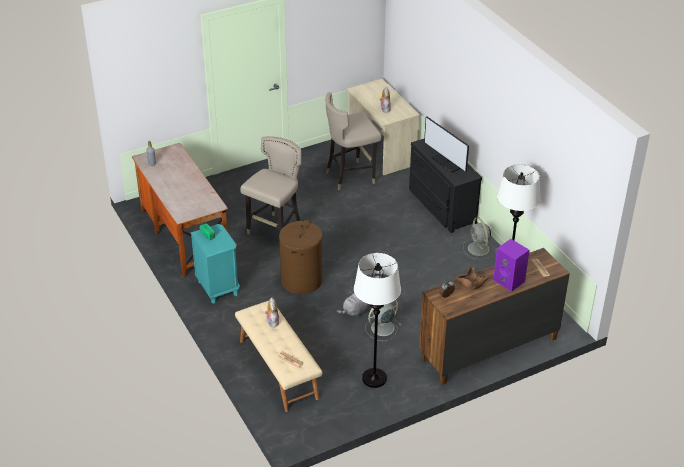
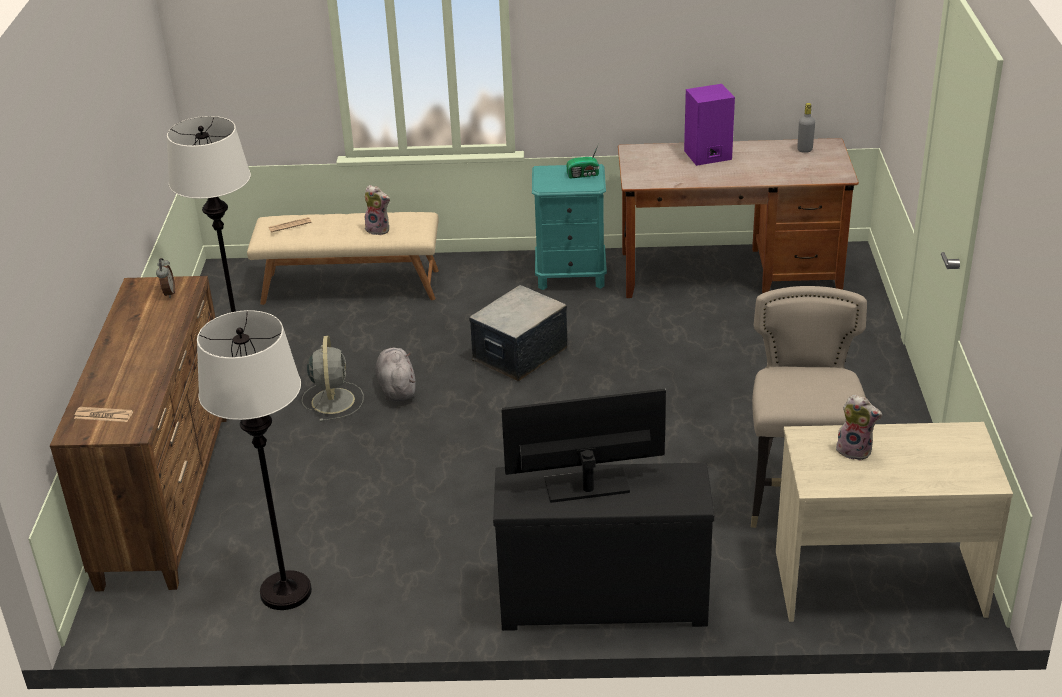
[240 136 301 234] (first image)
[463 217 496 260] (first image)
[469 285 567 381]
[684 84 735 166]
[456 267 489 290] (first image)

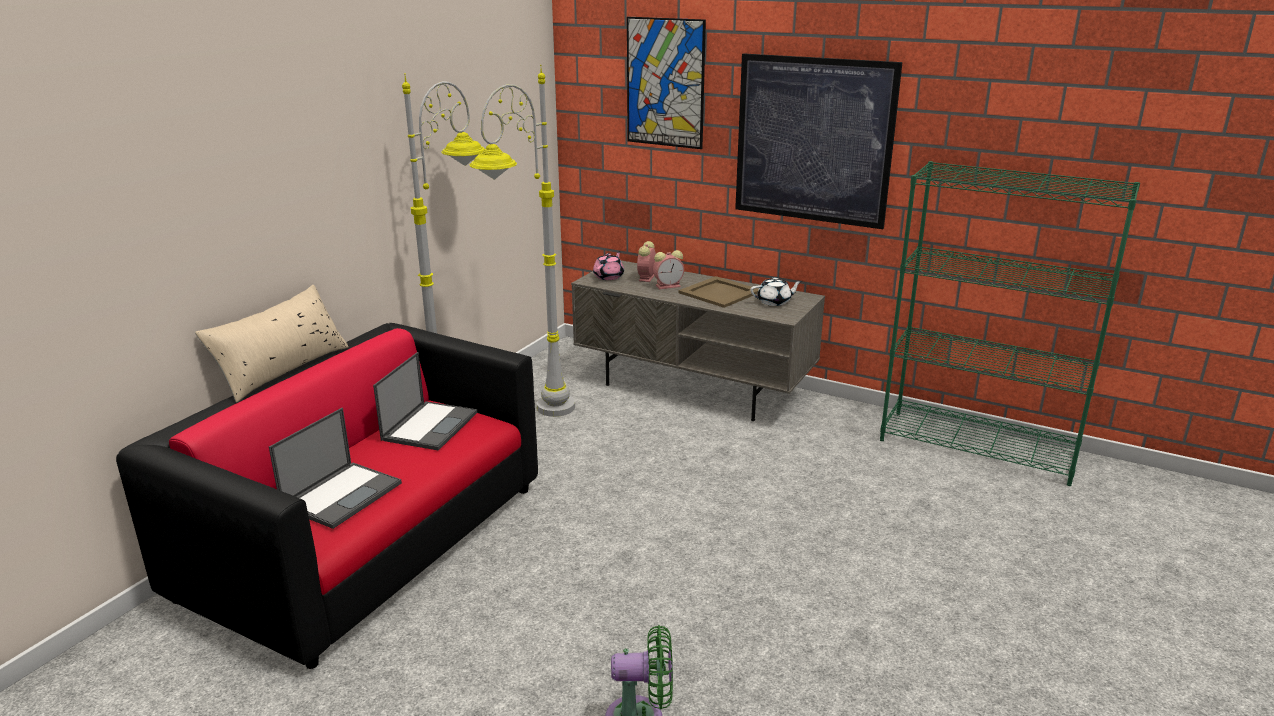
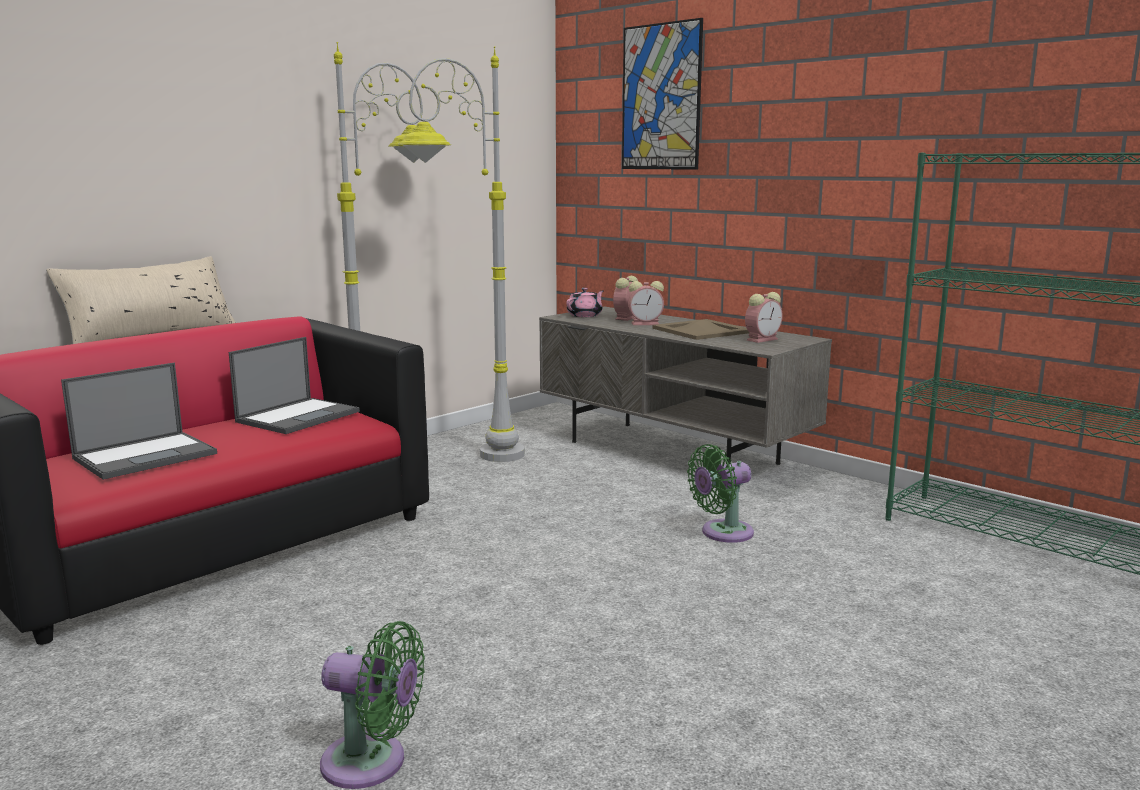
[735 53 902 229] (first image)
[745 292 783 343]
[687 444 754 543]

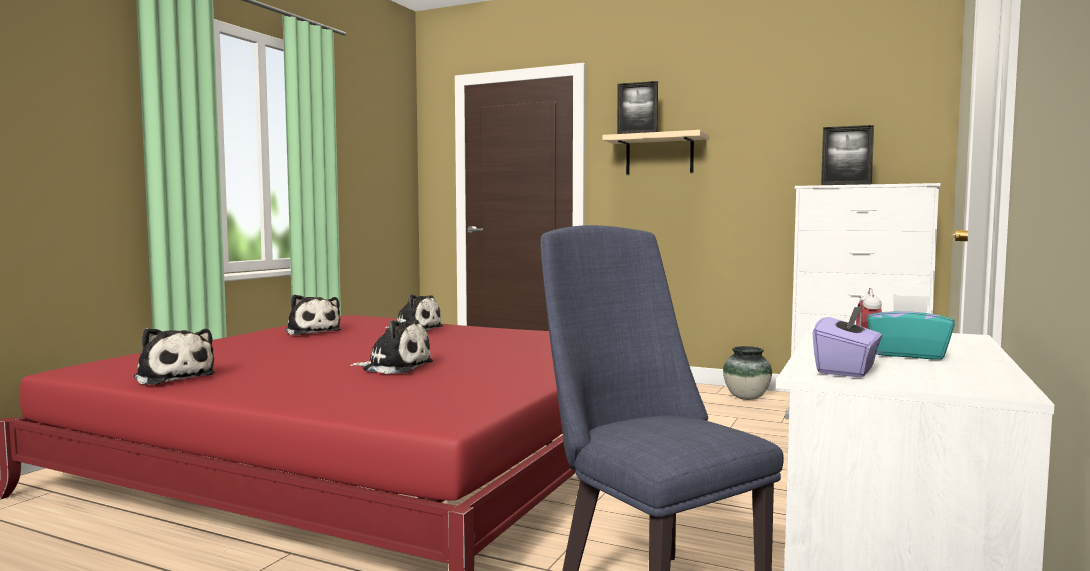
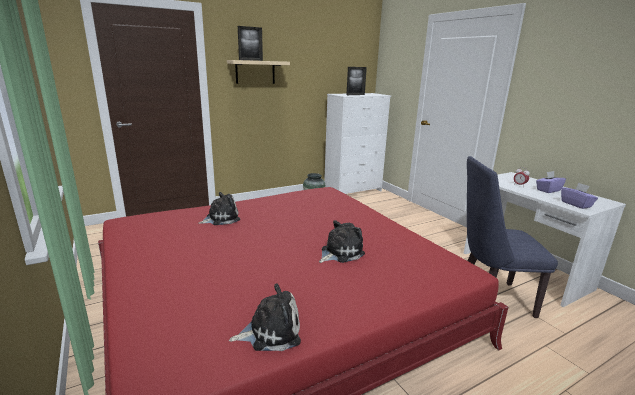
[286 295 341 335] (first image)
[536 171 566 193]

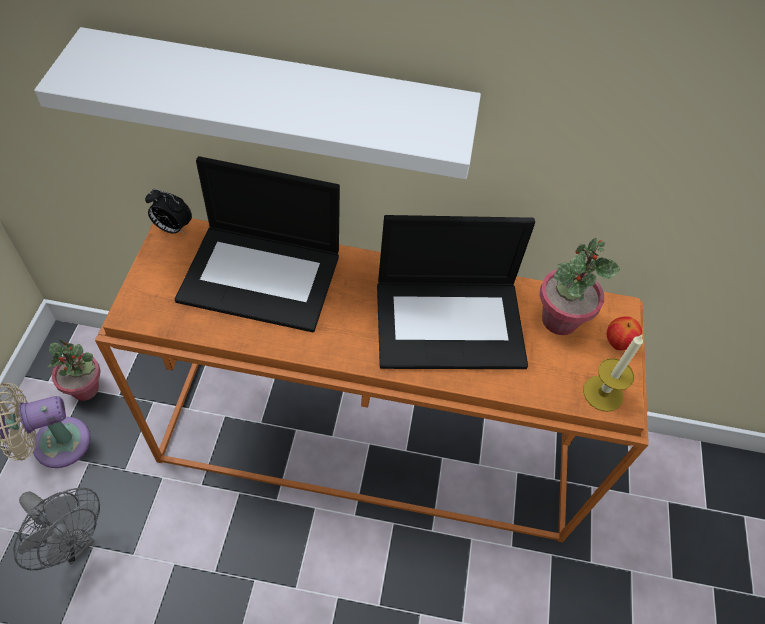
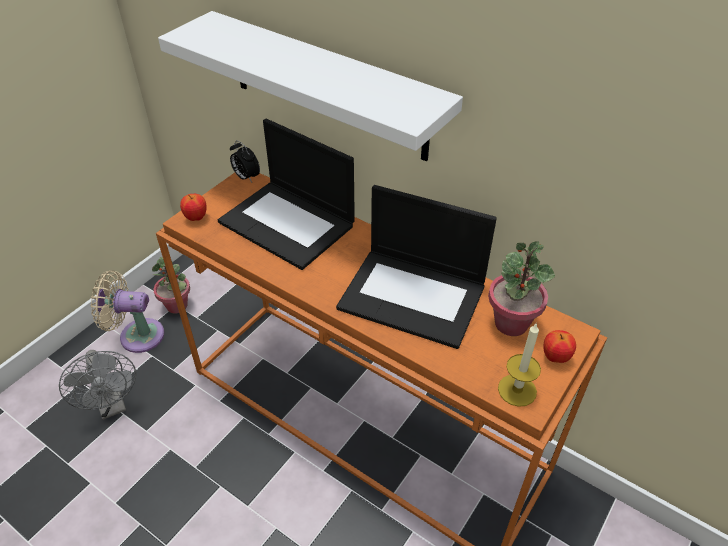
[180 194 207 221]

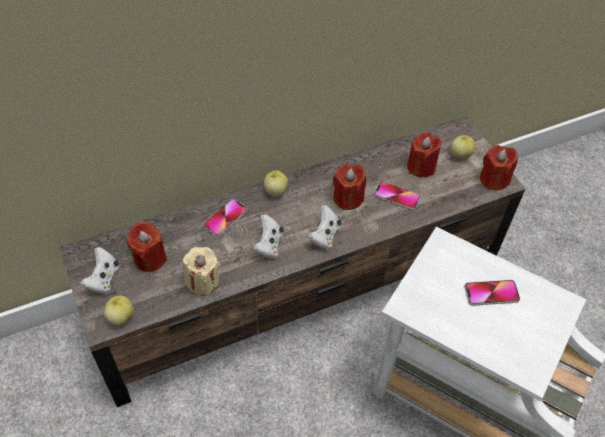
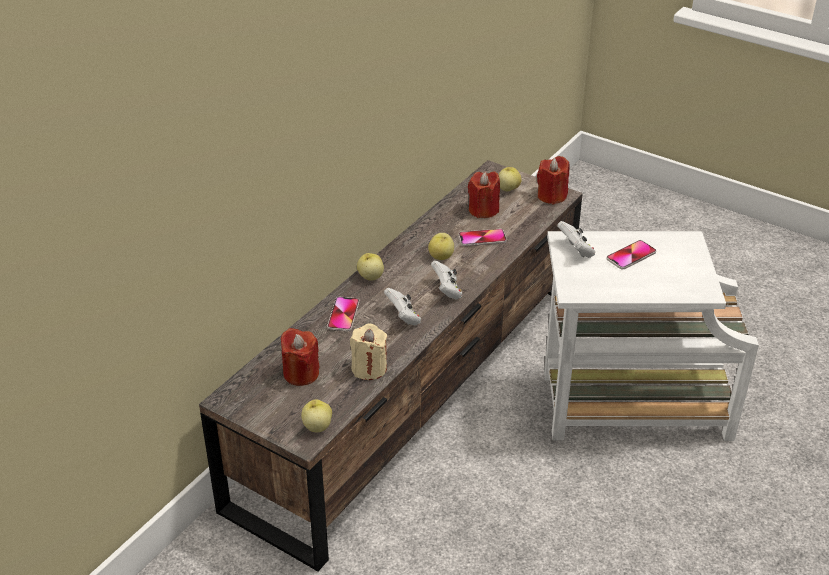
[428 233 454 260]
[557 221 595 258]

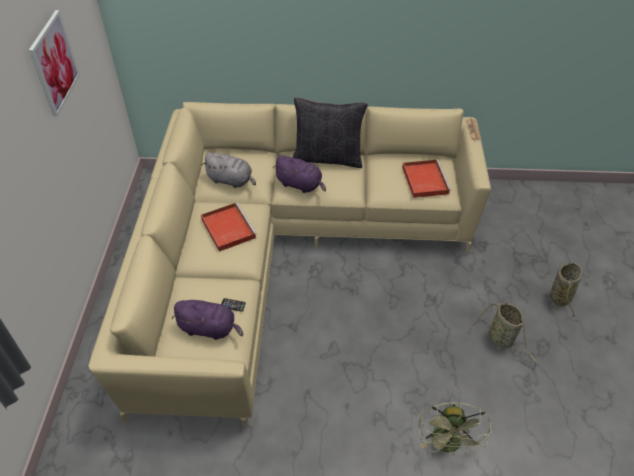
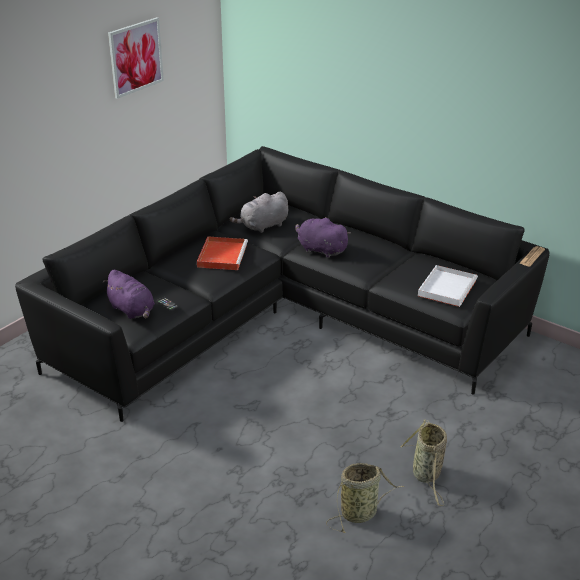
[293 98 368 168] (first image)
[15 146 549 422]
[229 192 288 233]
[295 217 351 258]
[418 265 478 307]
[326 463 405 533]
[419 403 492 457] (first image)

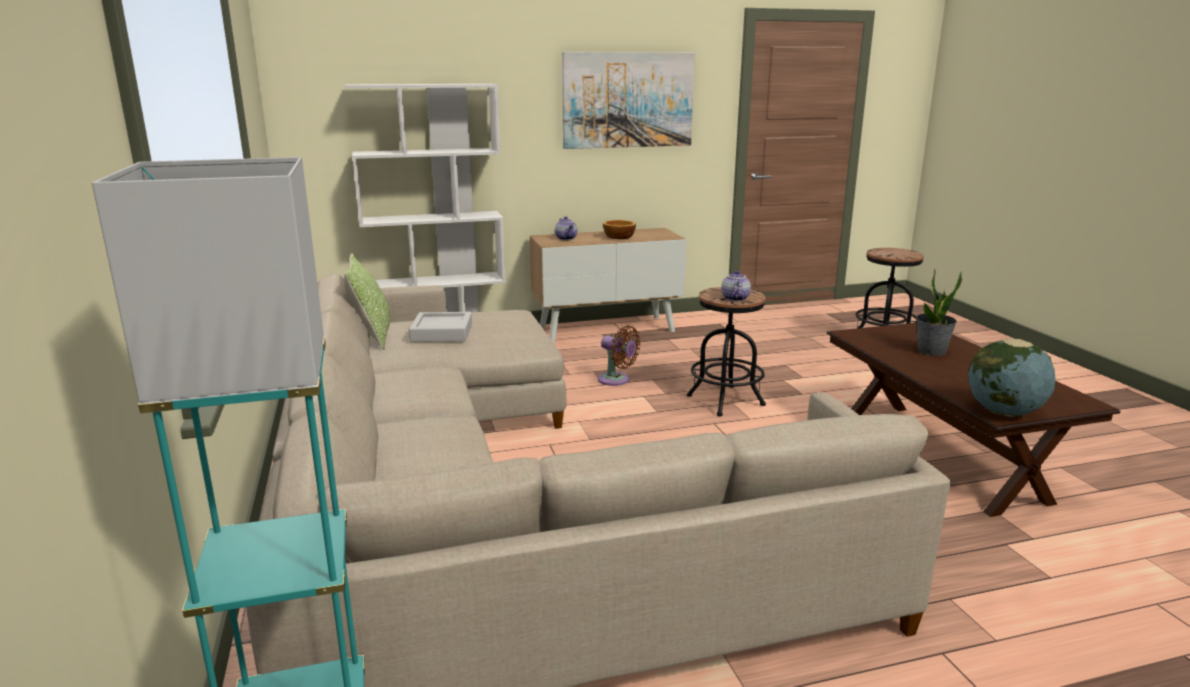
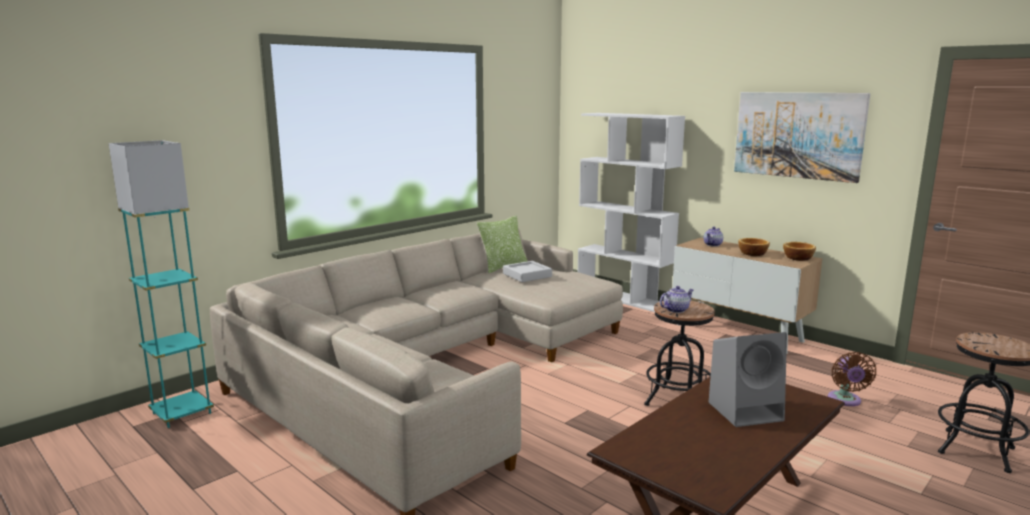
[709 332 787 427]
[828 352 876 406]
[968 338 1056 417] (first image)
[783 242 816 261]

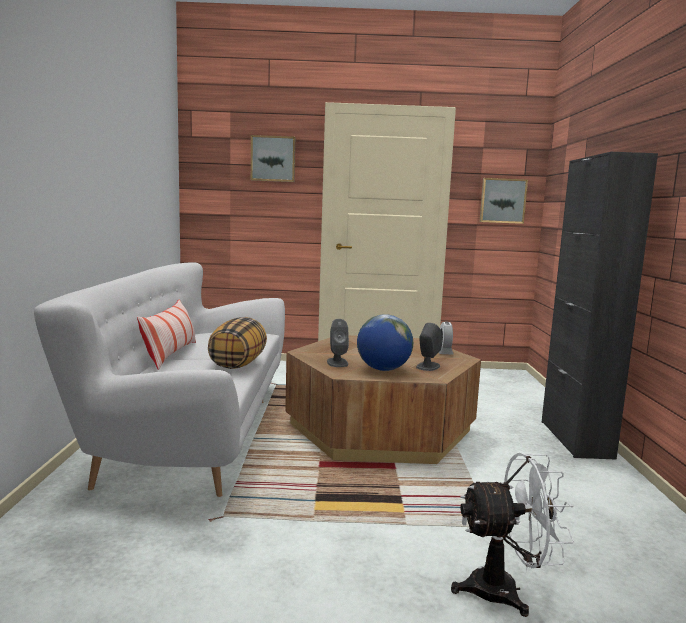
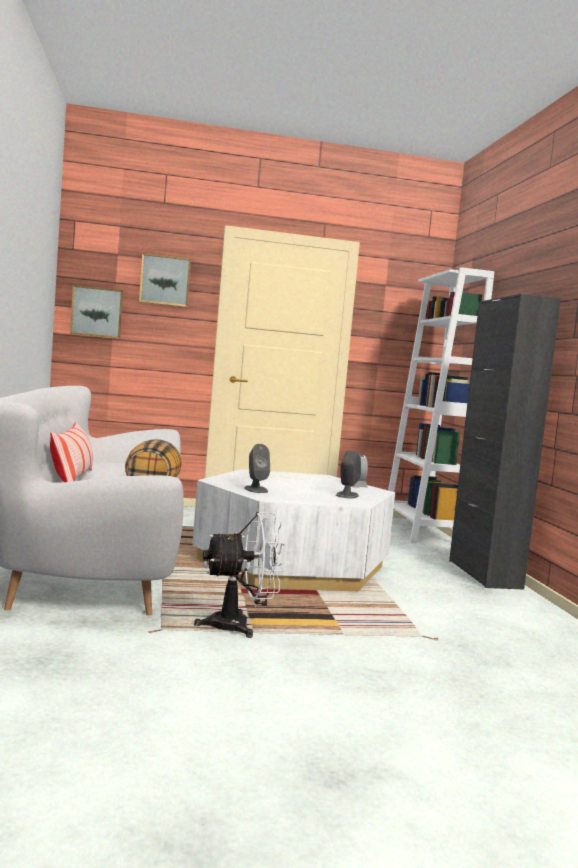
[70 285 123 339]
[357 314 413 371] (first image)
[192 469 395 591]
[194 512 285 638]
[388 267 495 544]

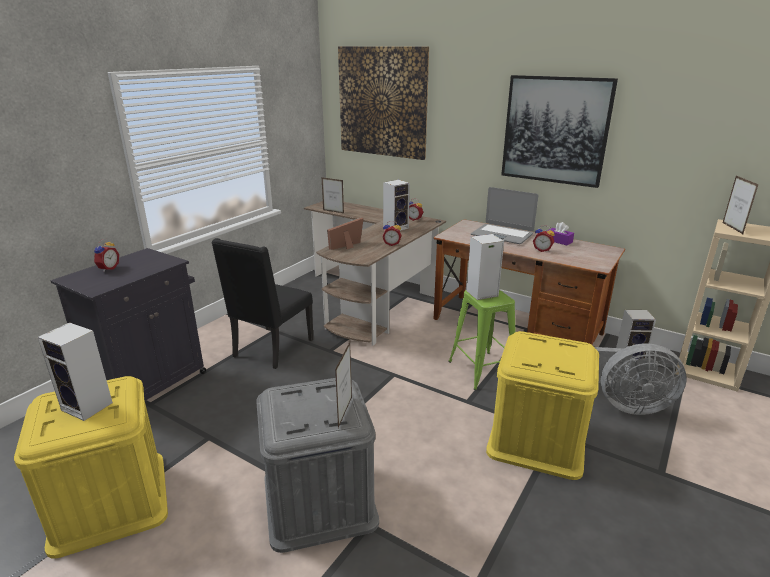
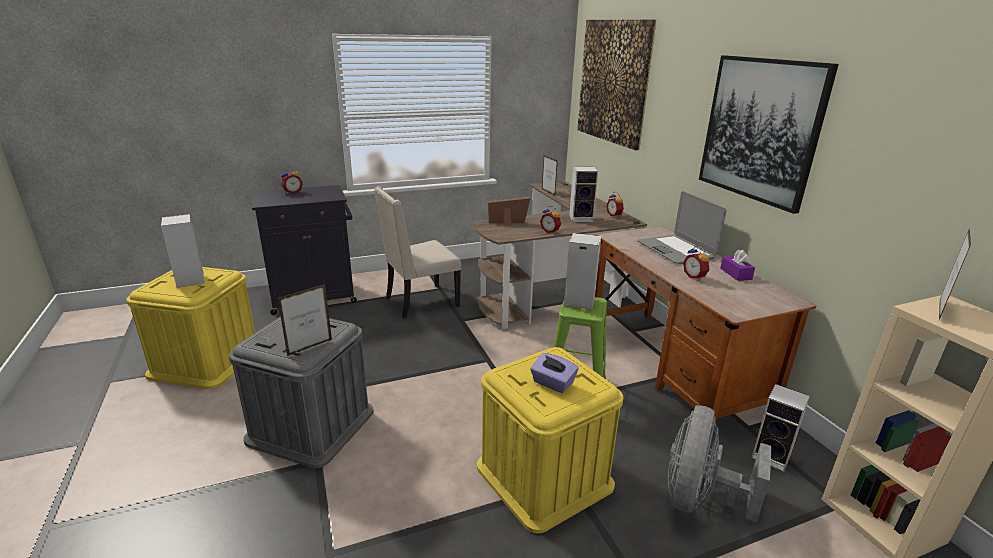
[374 186 461 318]
[668 405 772 522]
[530 353 579 393]

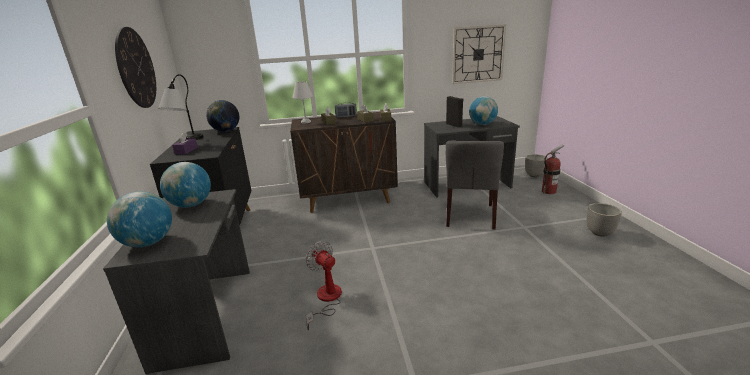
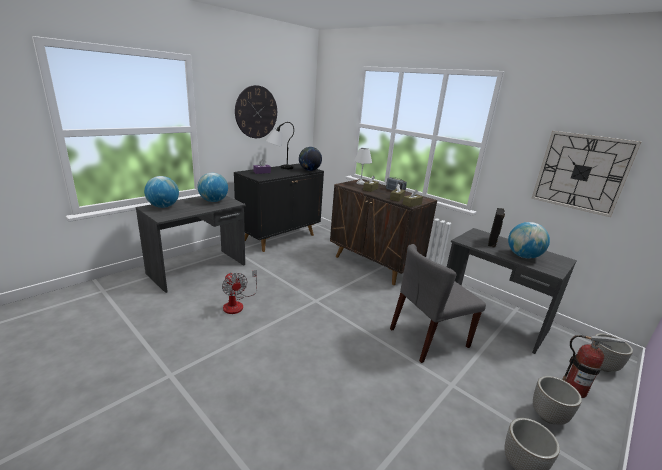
[222 270 257 314]
[533 376 582 425]

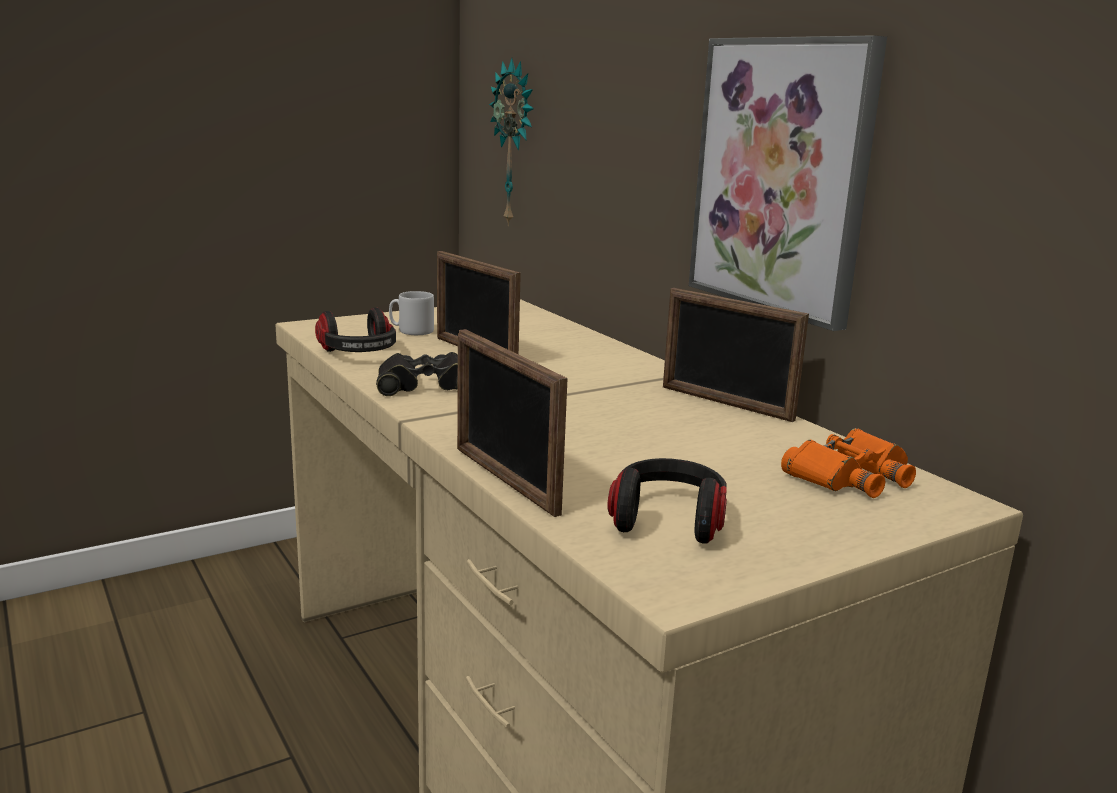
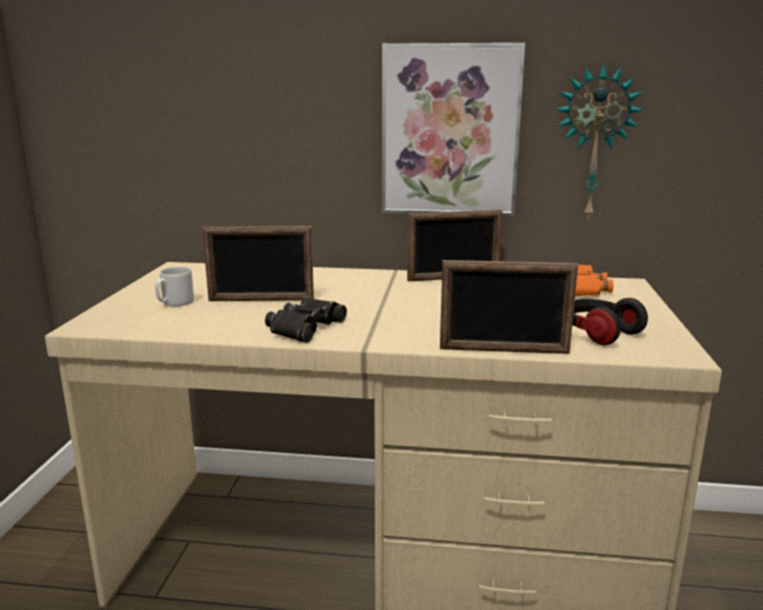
[555 63 644 221]
[315 307 396 352] (first image)

